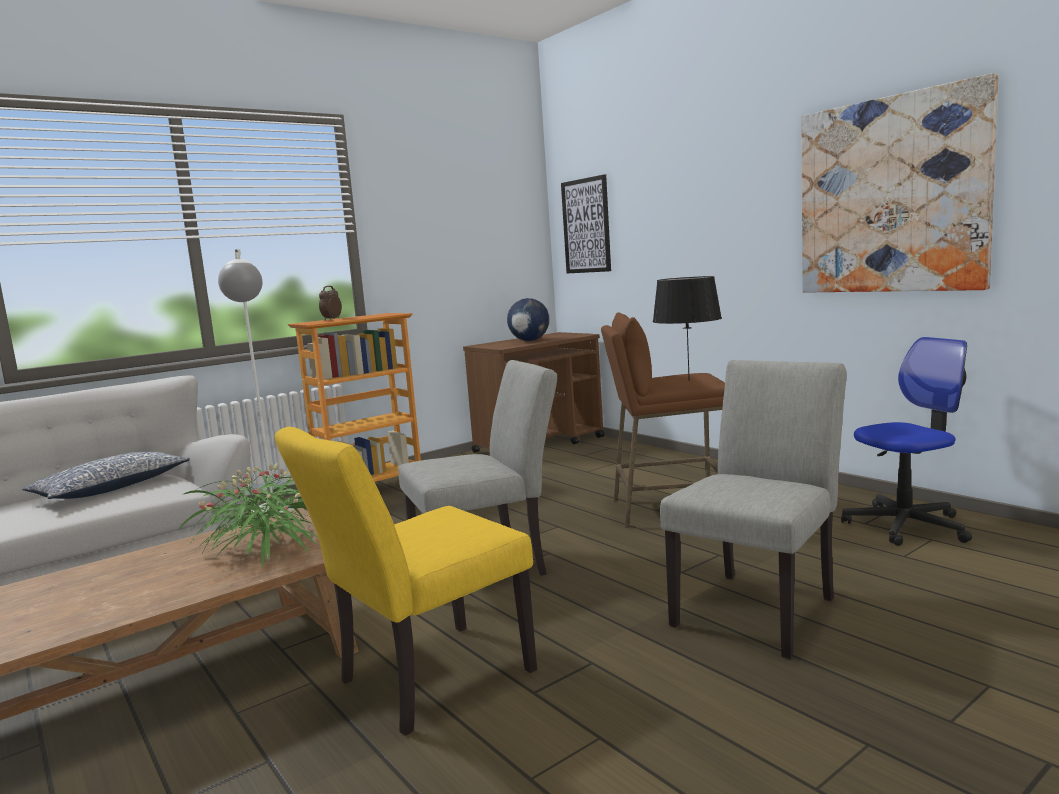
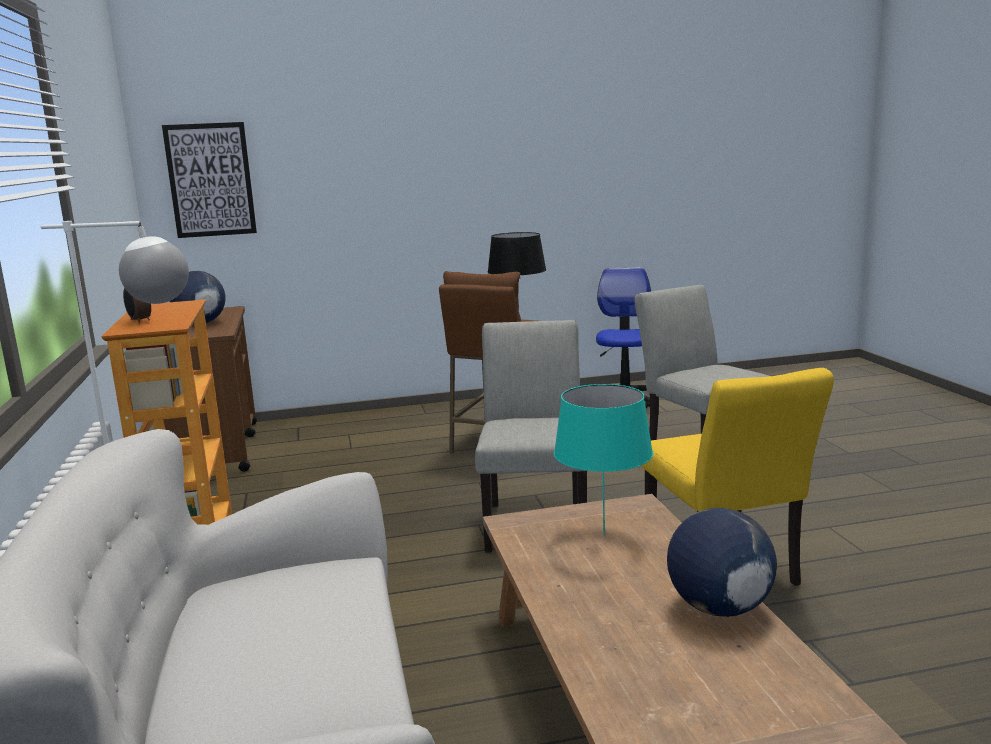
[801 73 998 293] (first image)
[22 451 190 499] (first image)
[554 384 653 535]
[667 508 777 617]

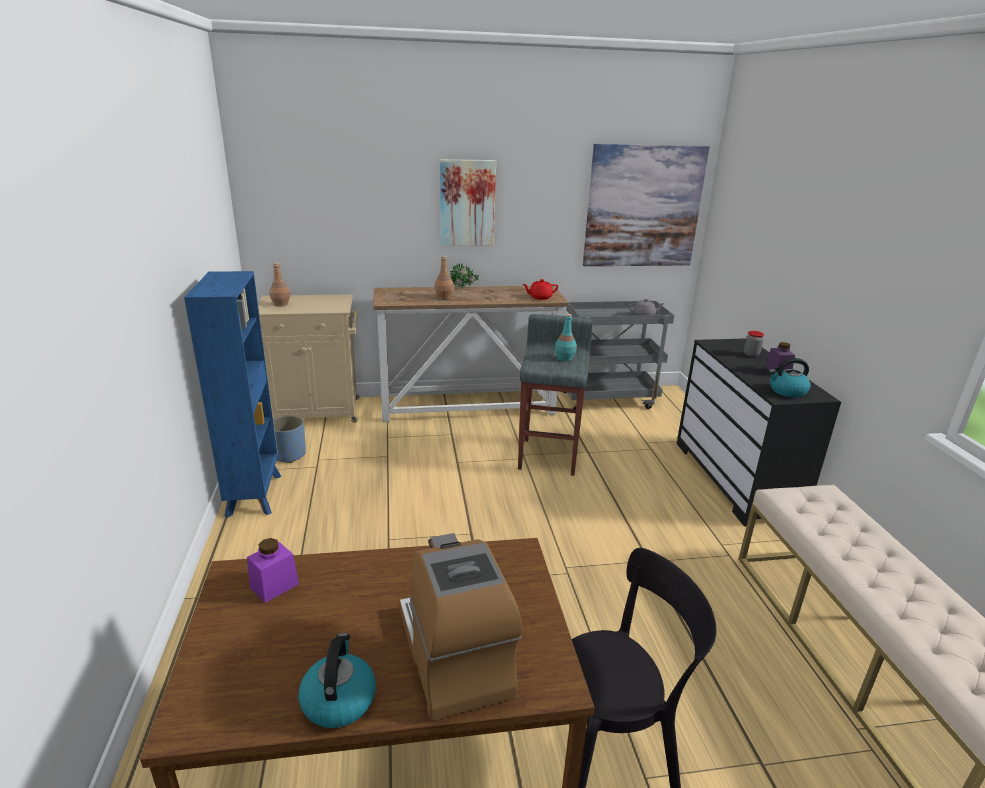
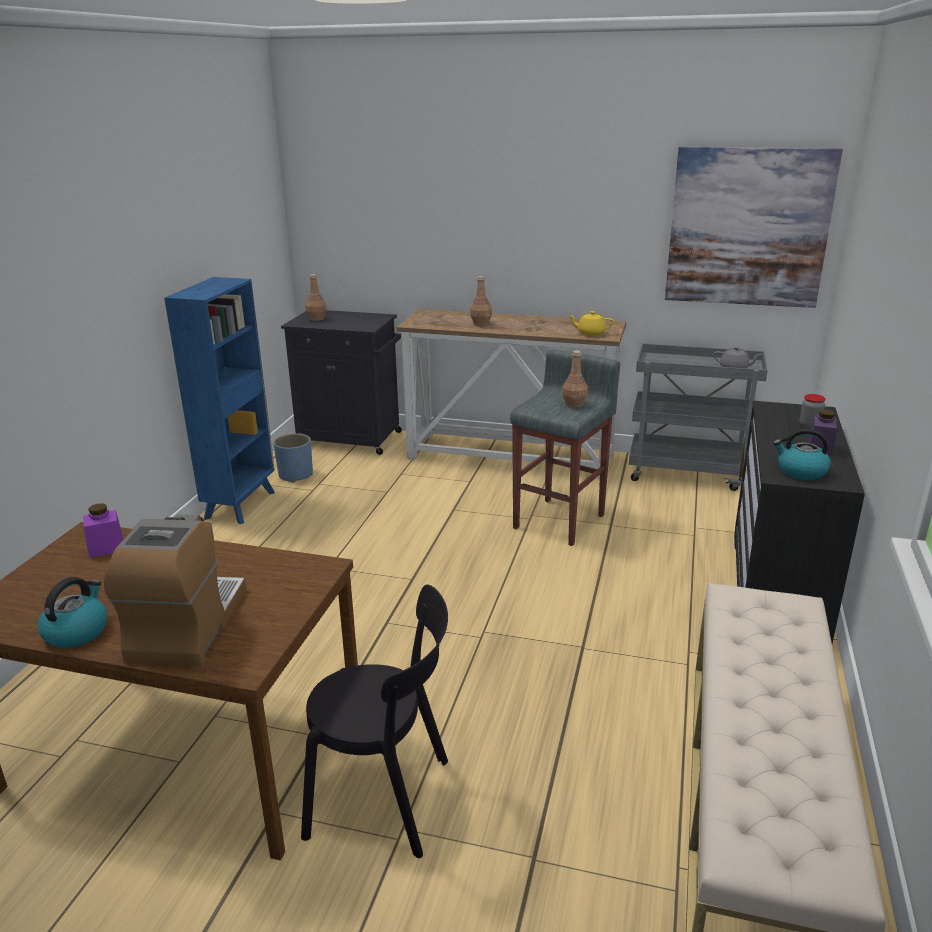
[440 159 496 246] (first image)
[450 263 479 289] (first image)
[568 311 614 336]
[281 310 402 455]
[562 351 588 407]

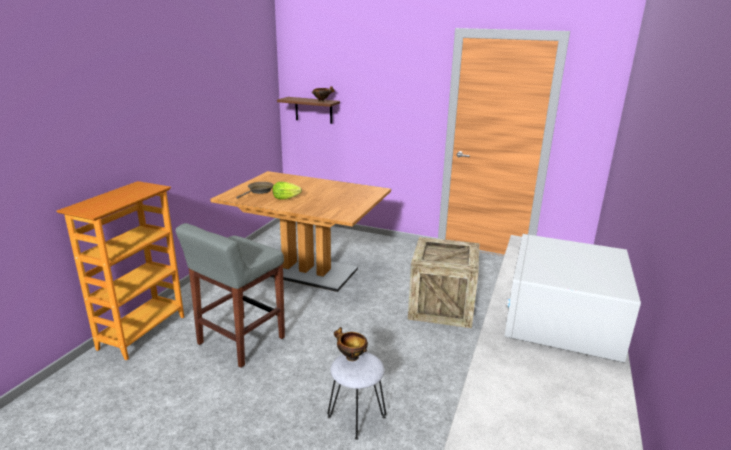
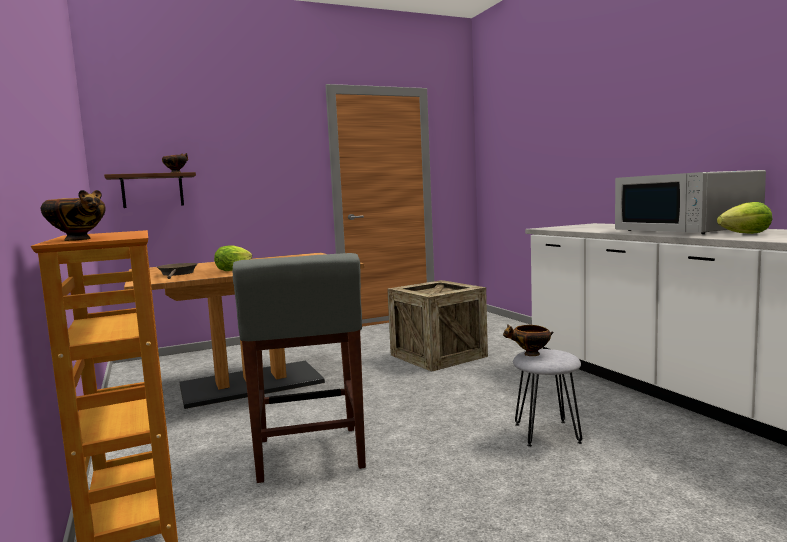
[41 190 106 241]
[717 202 773 234]

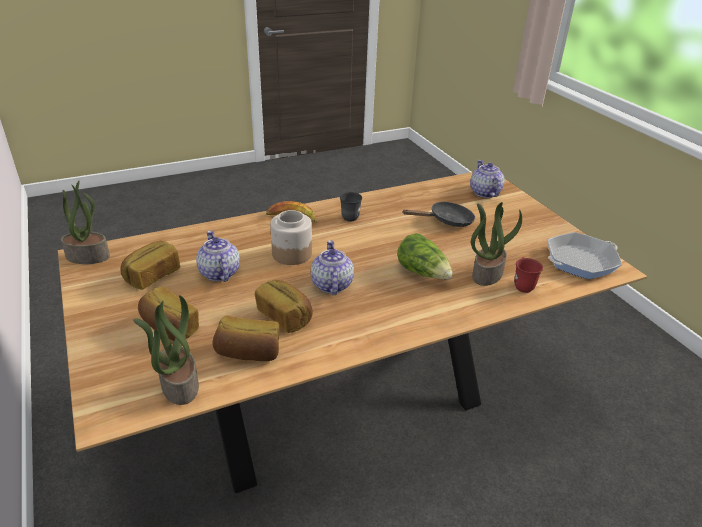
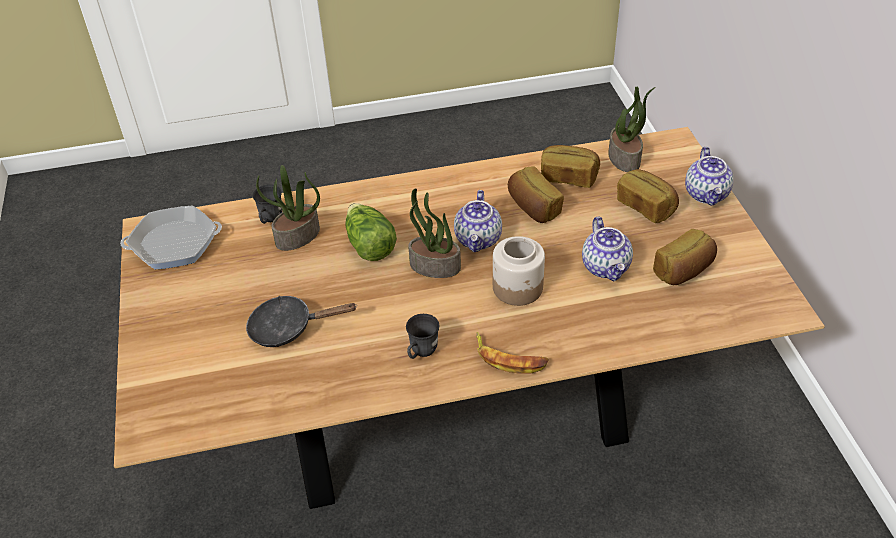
[685 147 734 206]
[408 188 461 278]
[253 184 282 224]

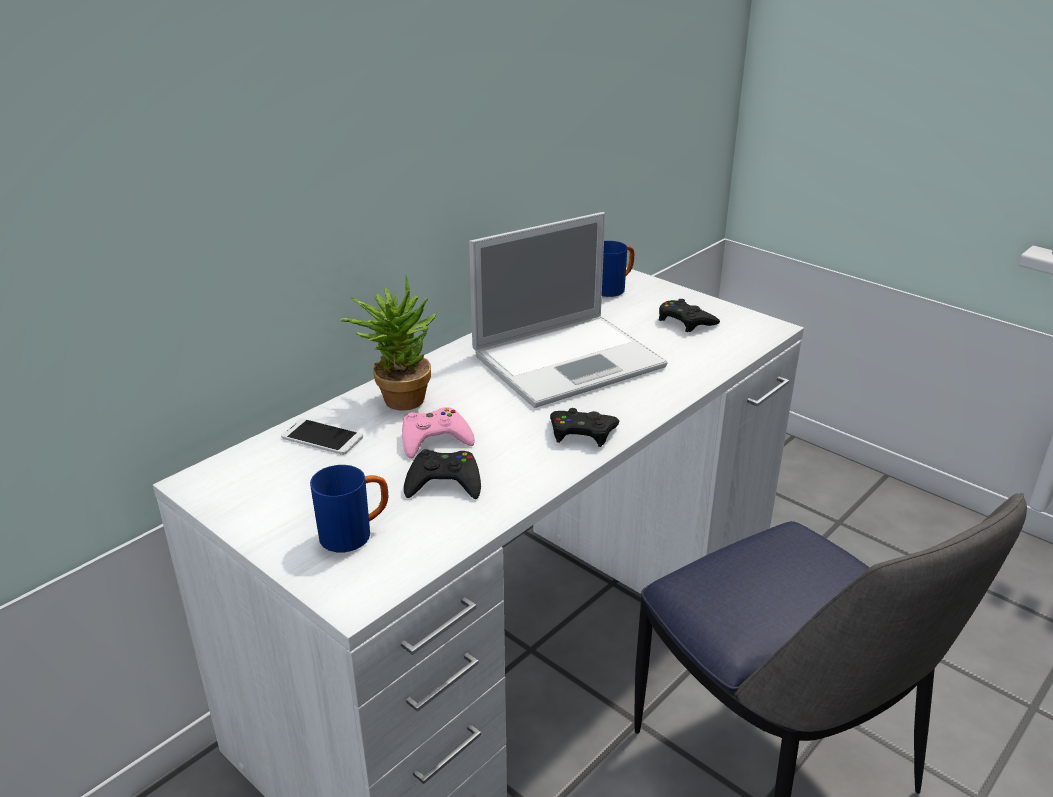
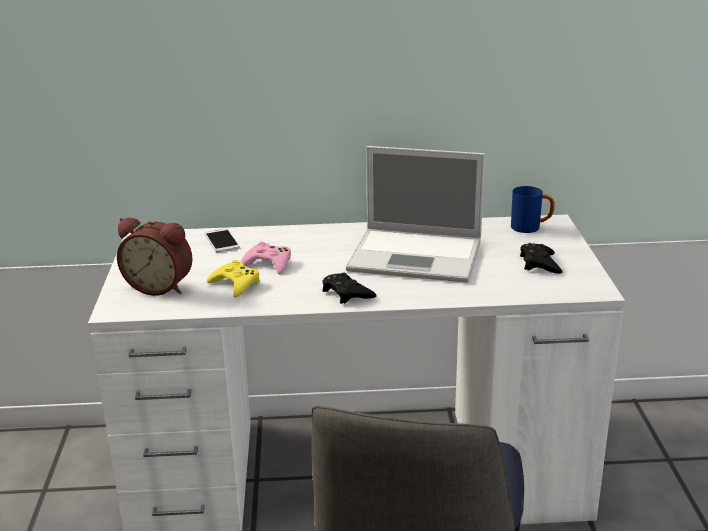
[340 275 436 411] (first image)
[207 260 260 298]
[117 218 192 296]

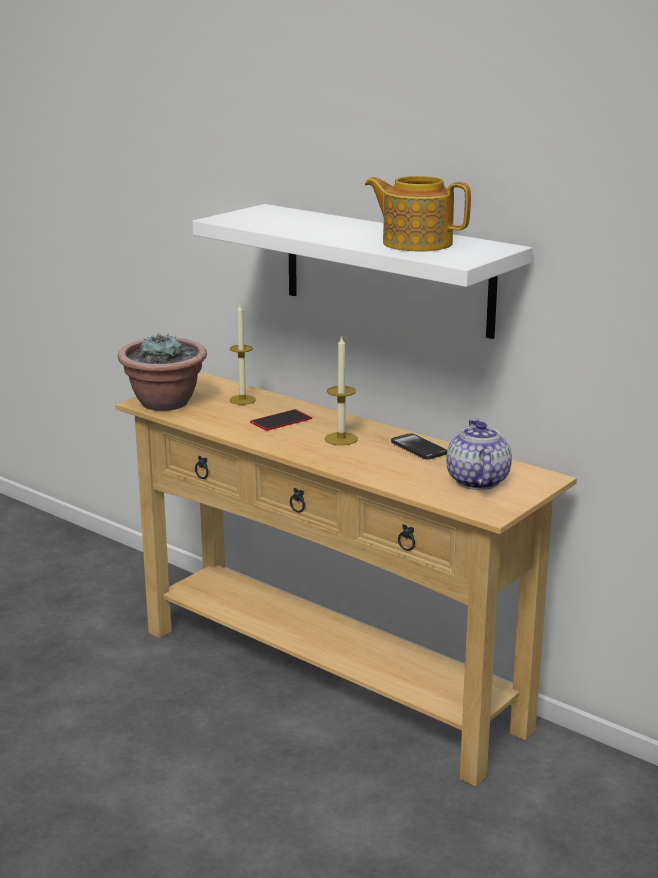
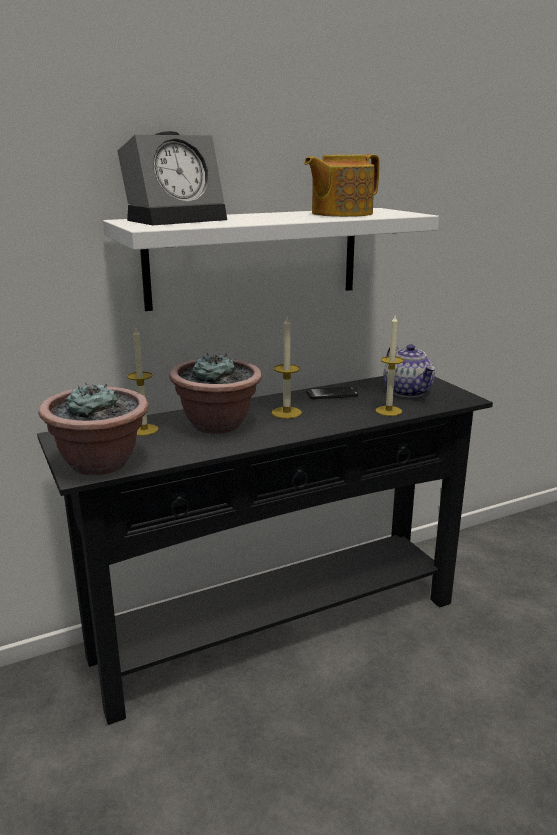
[37 376 493 725]
[169 353 262 434]
[384 344 436 397]
[117 131 227 225]
[376 316 404 416]

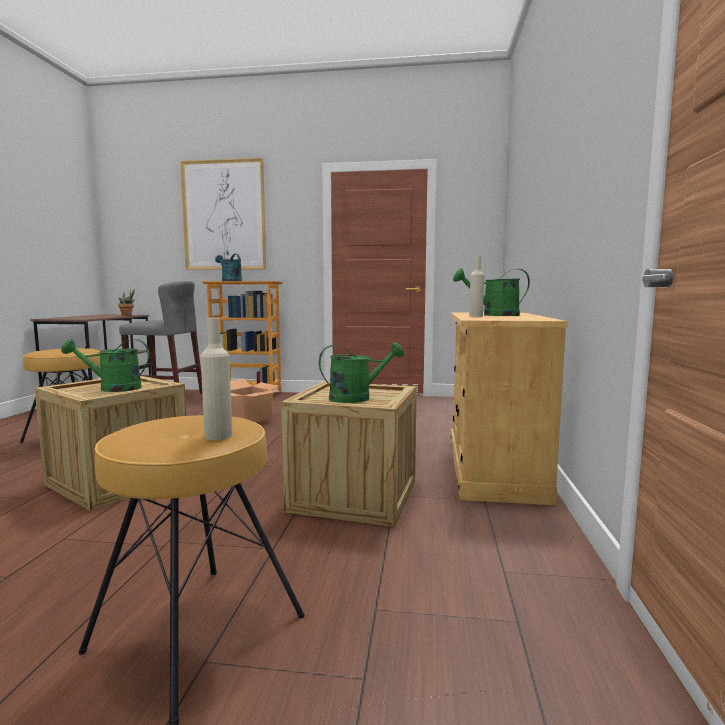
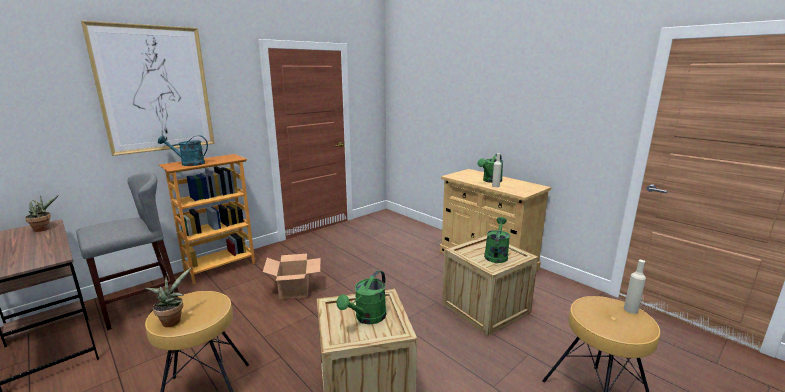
[145 267 192 327]

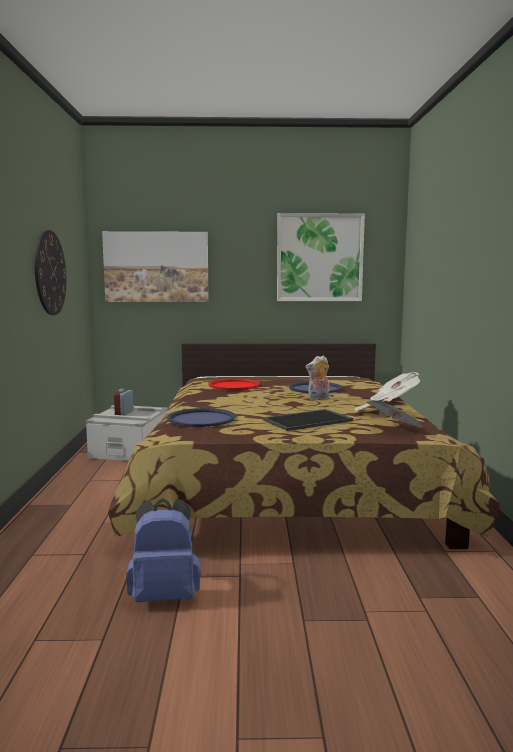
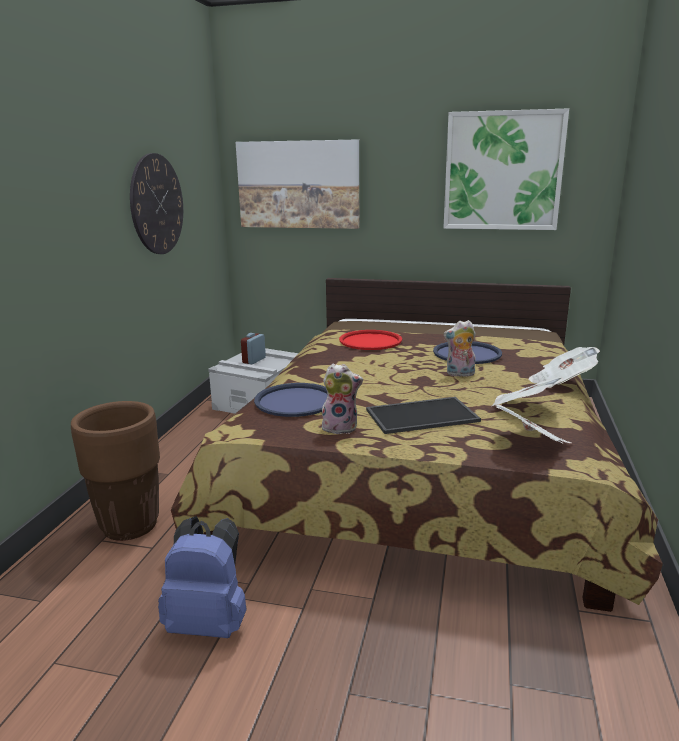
[322 364 363 434]
[71 401 160 541]

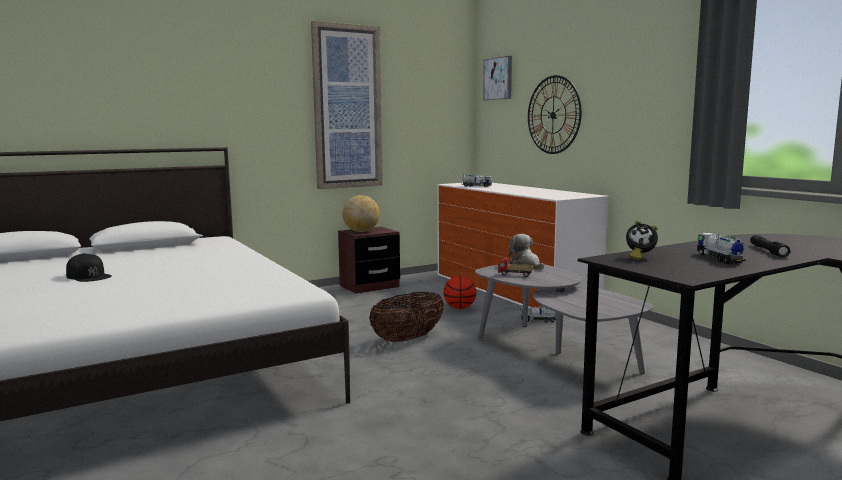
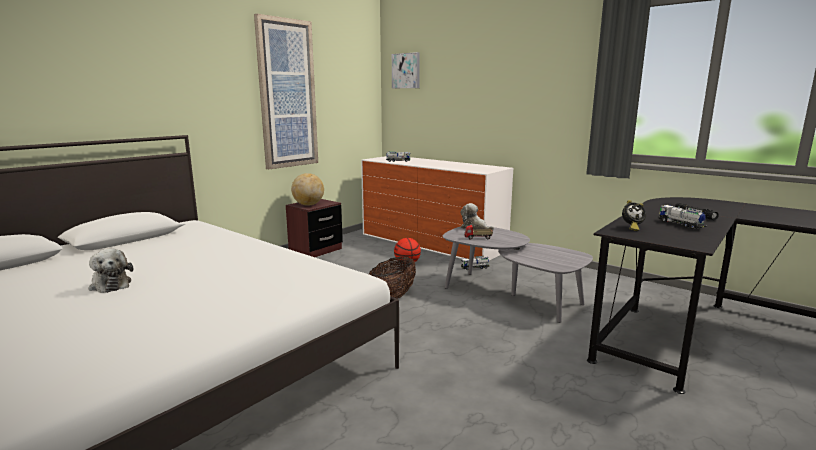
[528 75 582 154] (first image)
[88 249 133 293]

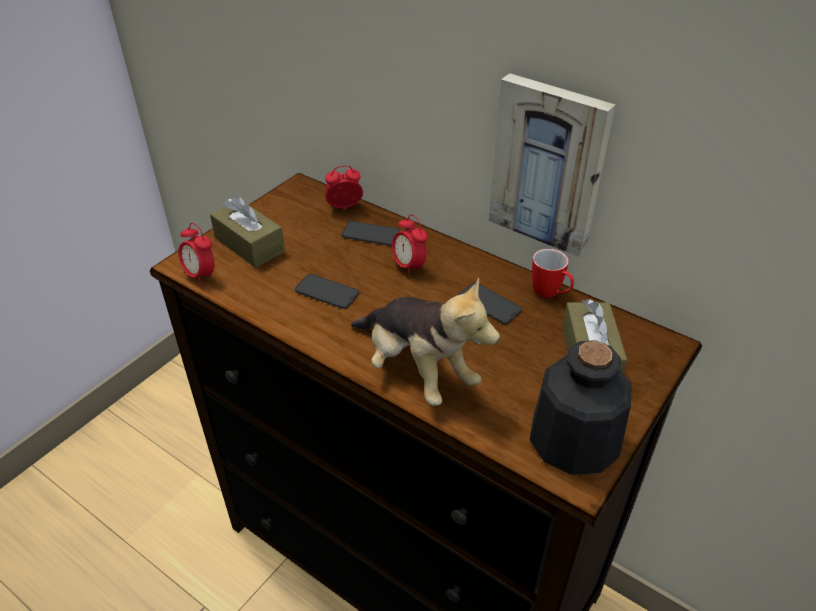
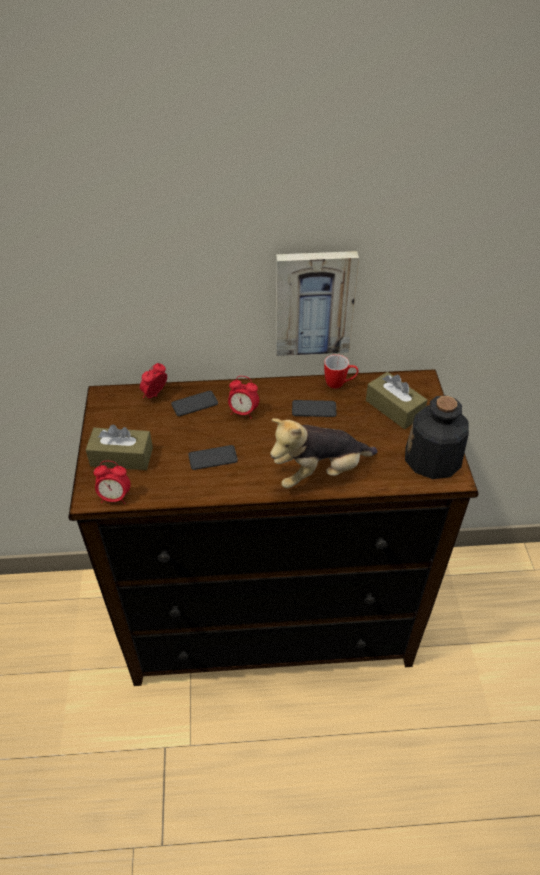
[270 418 378 489]

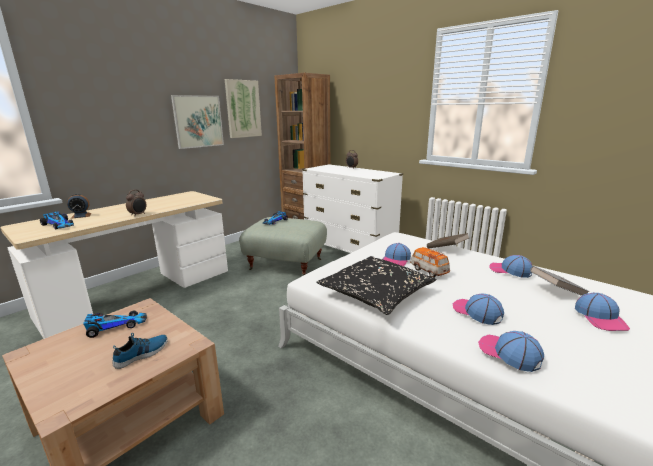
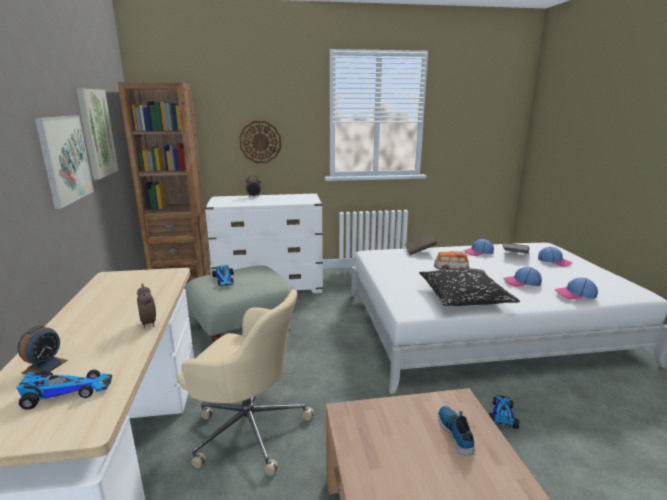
[382 243 411 266] (first image)
[489 395 519 429]
[239 121 281 163]
[178 289 314 476]

